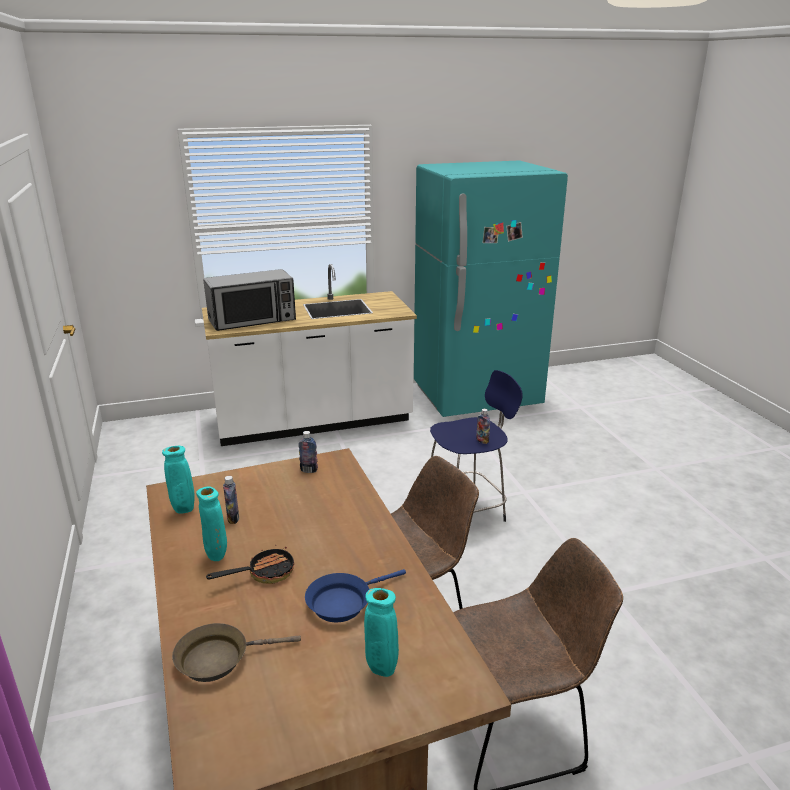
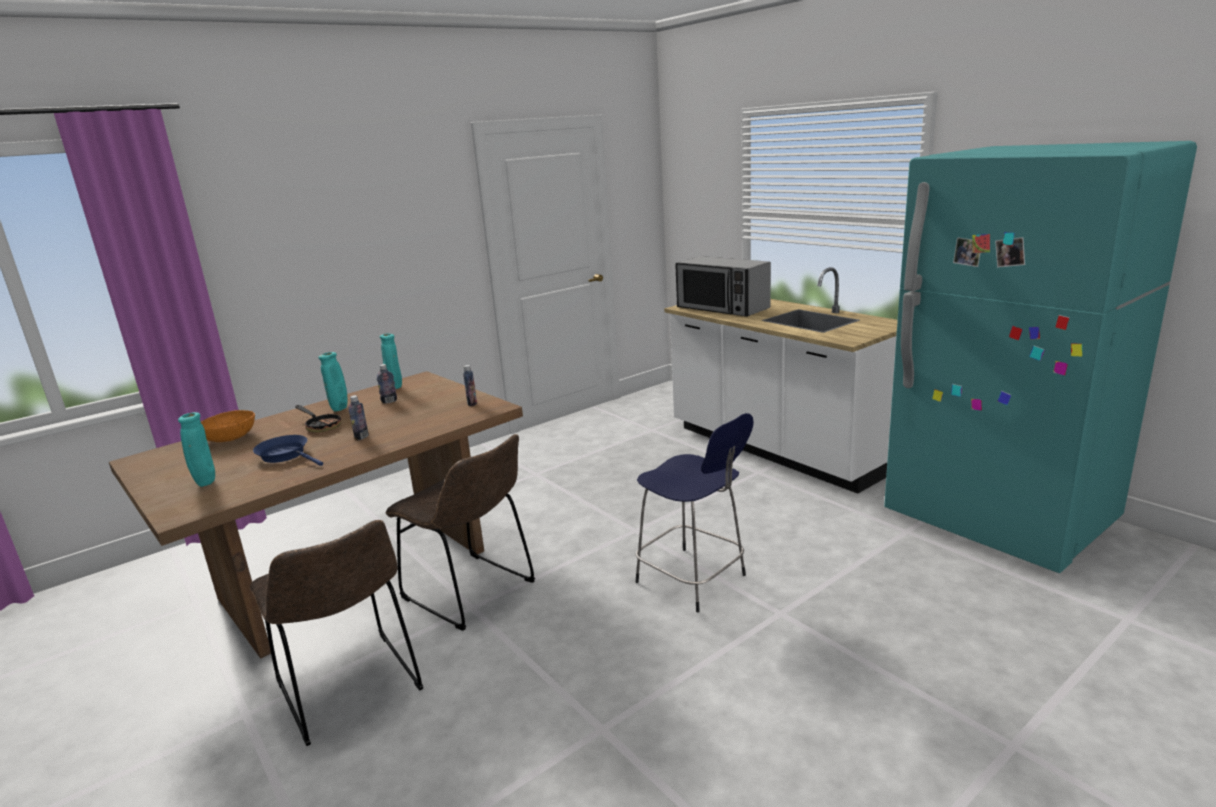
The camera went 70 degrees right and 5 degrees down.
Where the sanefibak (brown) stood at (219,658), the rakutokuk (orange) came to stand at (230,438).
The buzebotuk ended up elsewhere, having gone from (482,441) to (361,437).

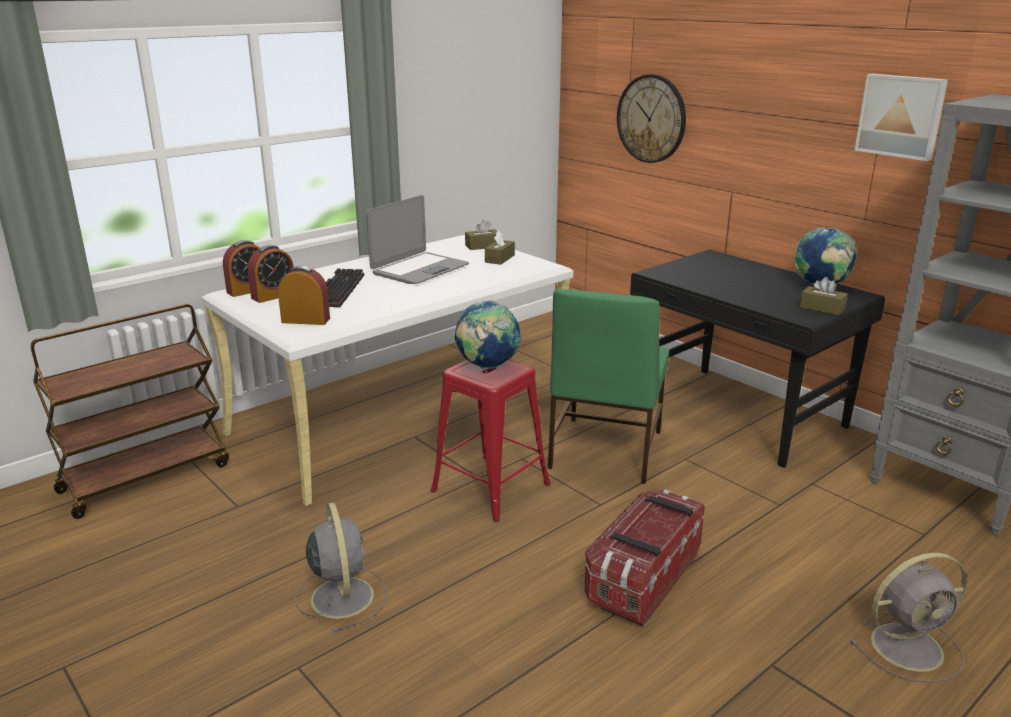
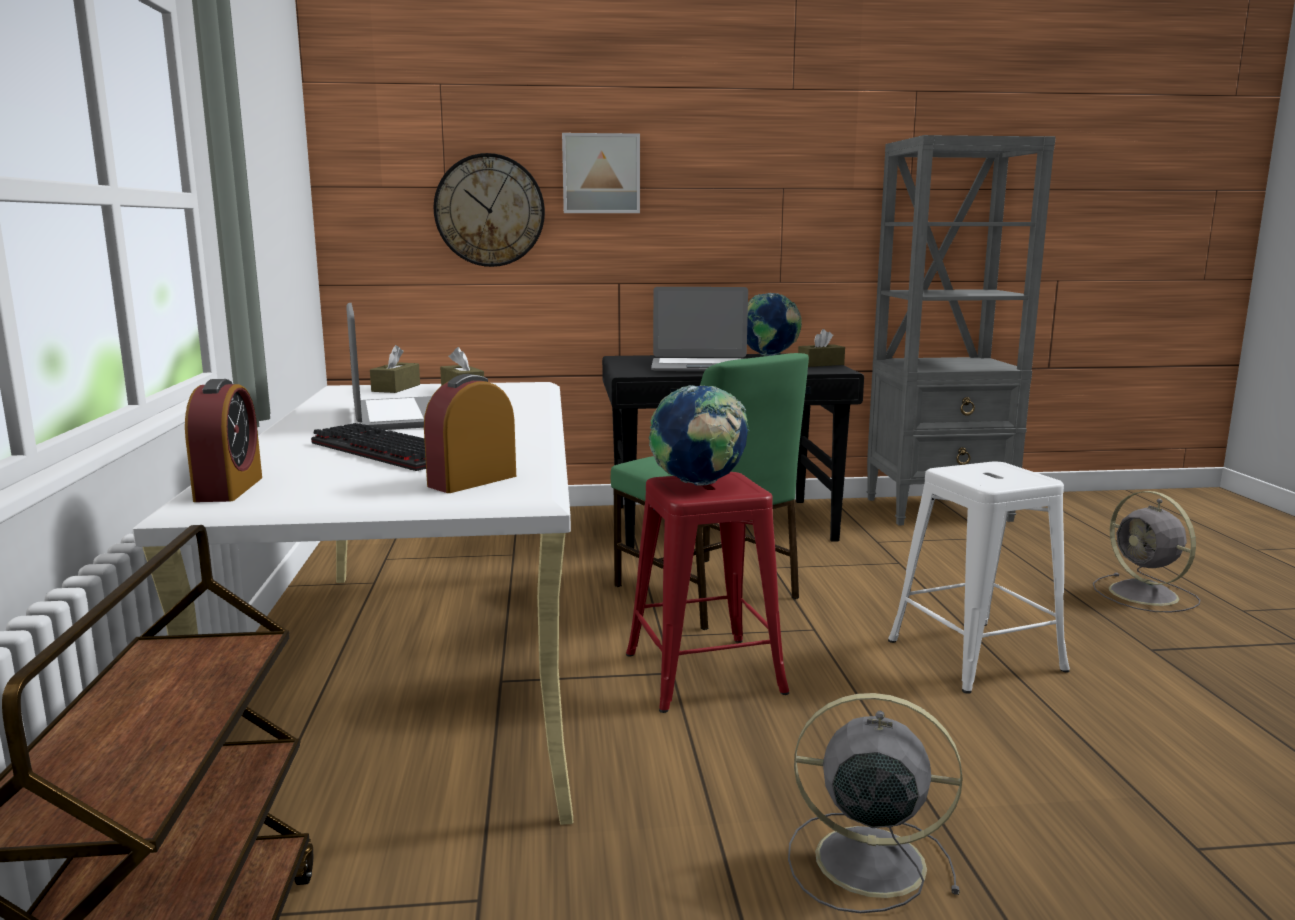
The camera went 55 degrees left and 10 degrees down.
The second view lost the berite at (274,295).
Where the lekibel stood at (643,578), the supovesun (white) came to stand at (975,655).
The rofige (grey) at (909,646) ended up facing another way, 135 degrees clockwise from before.
The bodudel ended up elsewhere, having gone from (901,116) to (601,174).
The second view gained the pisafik at (700,367).

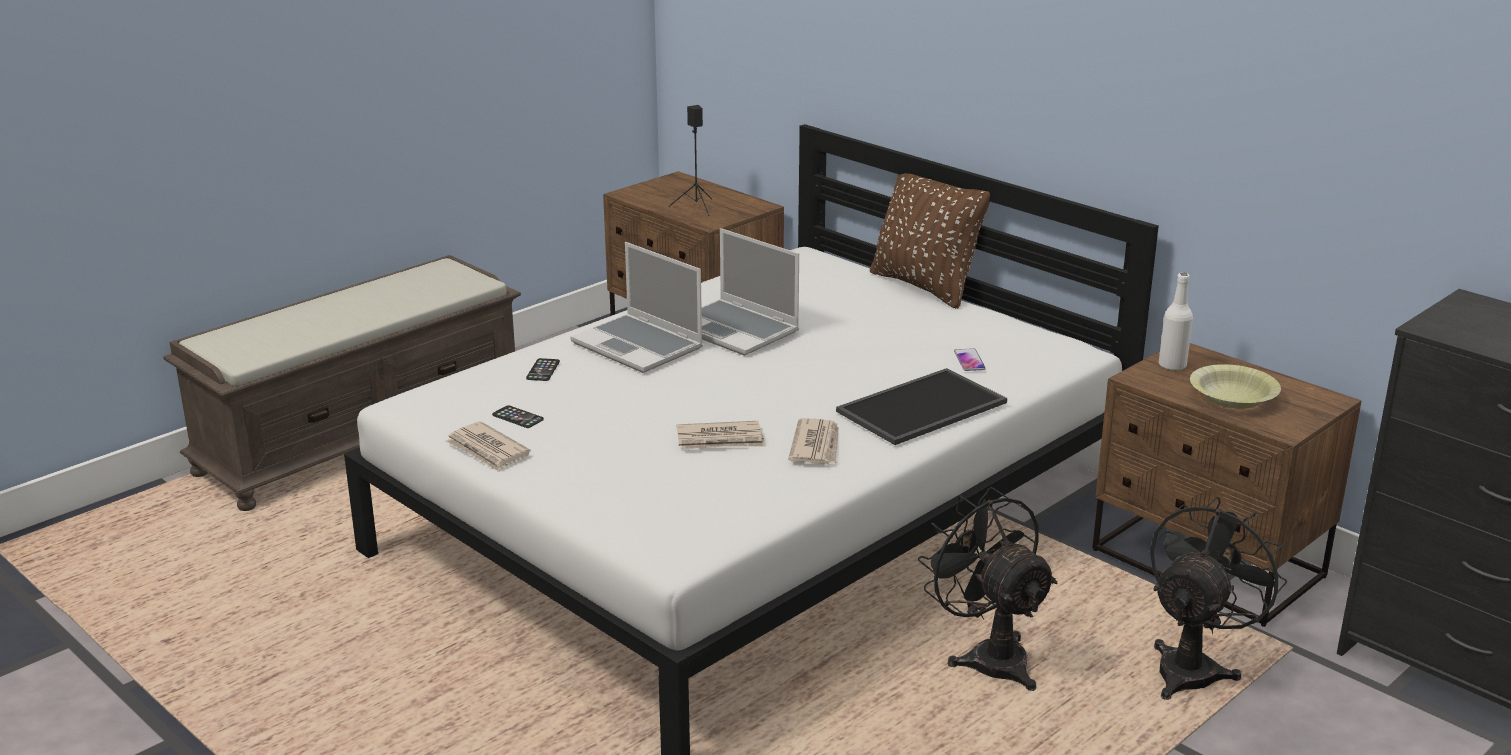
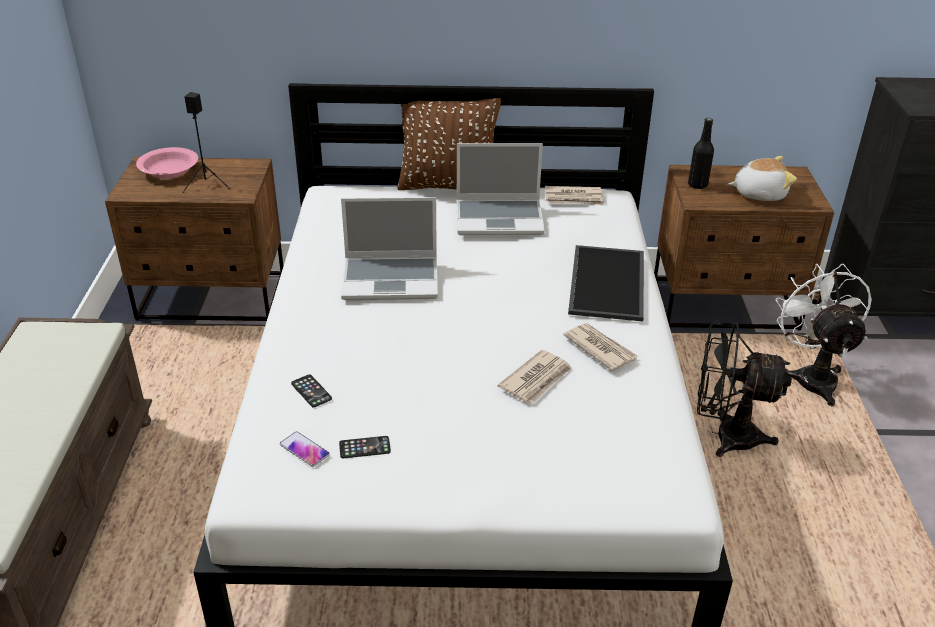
The camera went 45 degrees left and 10 degrees up.
The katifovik ended up elsewhere, having gone from (487,450) to (574,198).
The pisafik ended up elsewhere, having gone from (639,346) to (500,218).
The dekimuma ended up elsewhere, having gone from (969,360) to (304,450).
What was the rofige (black) at (1193,667) turned into the rofige (white) at (812,376).
What was the buzebotuk (white) at (1172,366) turned into the buzebotuk (black) at (697,185).
Where the rakutokuk (yellow) stood at (1232,398), the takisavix came to stand at (759,193).
The second view gained the rakutokuk (pink) at (169,171).

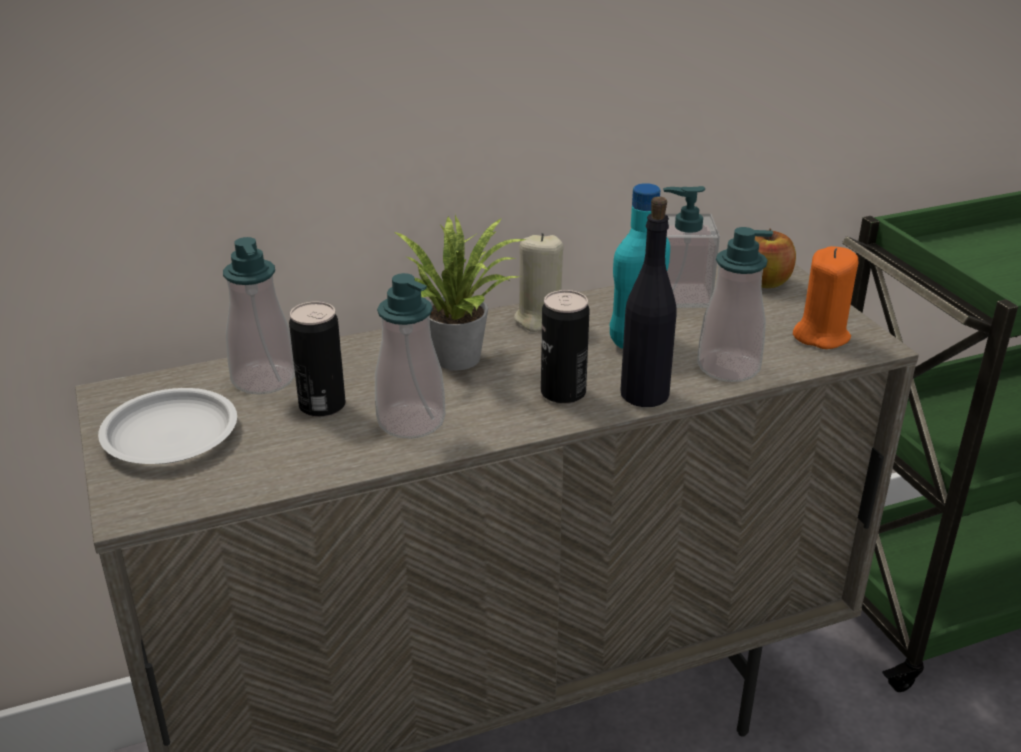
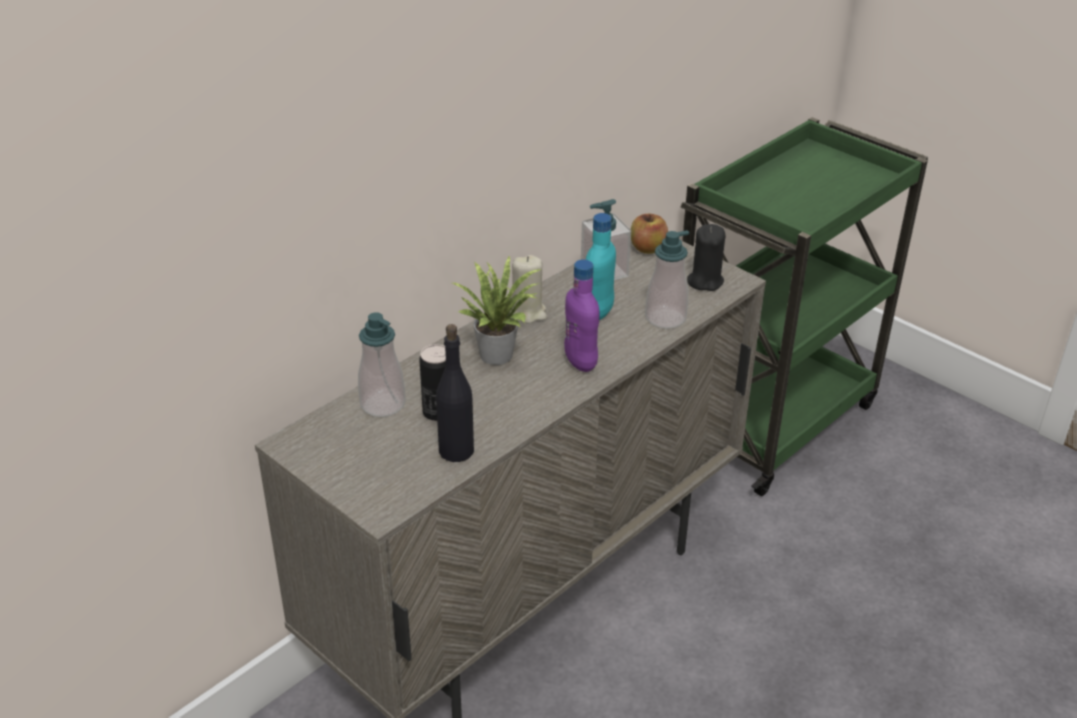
The camera went 25 degrees left and 5 degrees up.
The second view lost the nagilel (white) at (170,434).
The second view lost the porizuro at (411,421).
Where the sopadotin stood at (563,393), the buzebotuk (purple) came to stand at (580,362).
The buzebotuk (black) ended up elsewhere, having gone from (644,394) to (456,450).
What was the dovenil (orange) at (821,335) turned into the dovenil (black) at (705,281).

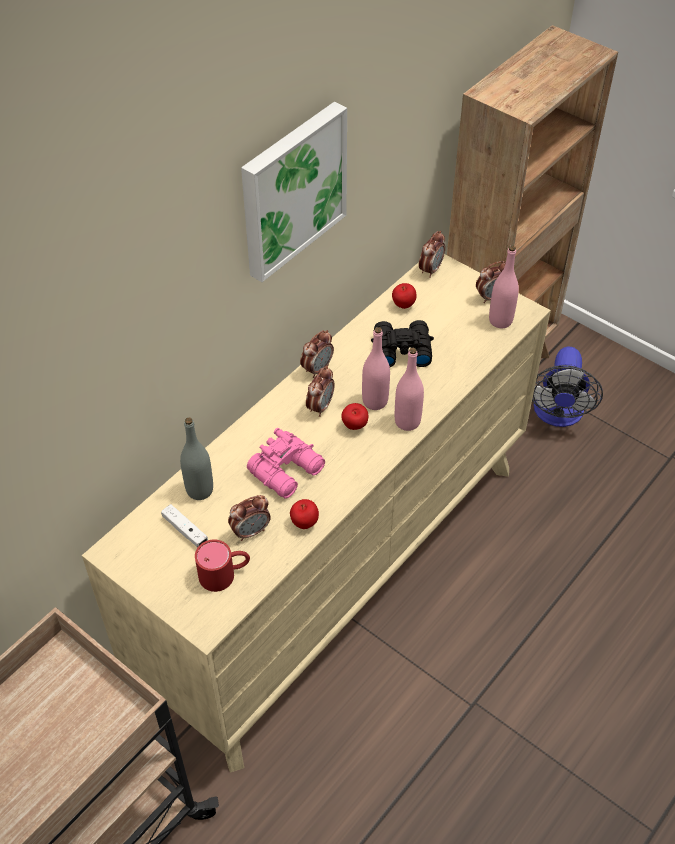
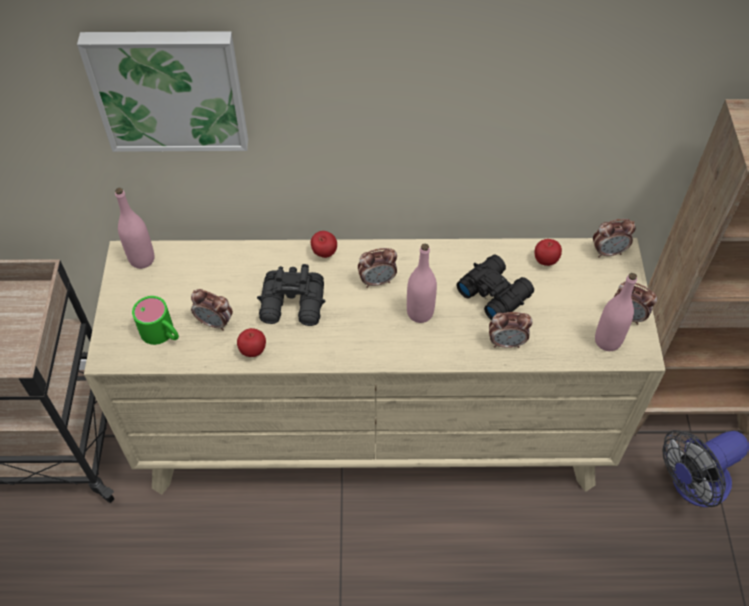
The camera went 50 degrees right and 5 degrees up.
The second view lost the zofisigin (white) at (185,530).
The second view lost the buzebotuk (grey) at (199,490).
What was the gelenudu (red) at (225,574) turned into the gelenudu (green) at (162,334).
The bodudel ended up elsewhere, having gone from (291,189) to (169,88).
What was the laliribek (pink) at (288,471) turned into the laliribek (black) at (294,305).
The berite ended up elsewhere, having gone from (317,369) to (506,343).
The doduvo ended up elsewhere, having gone from (354,426) to (324,253).
The buzebotuk (pink) ended up elsewhere, having gone from (407,421) to (142,259).

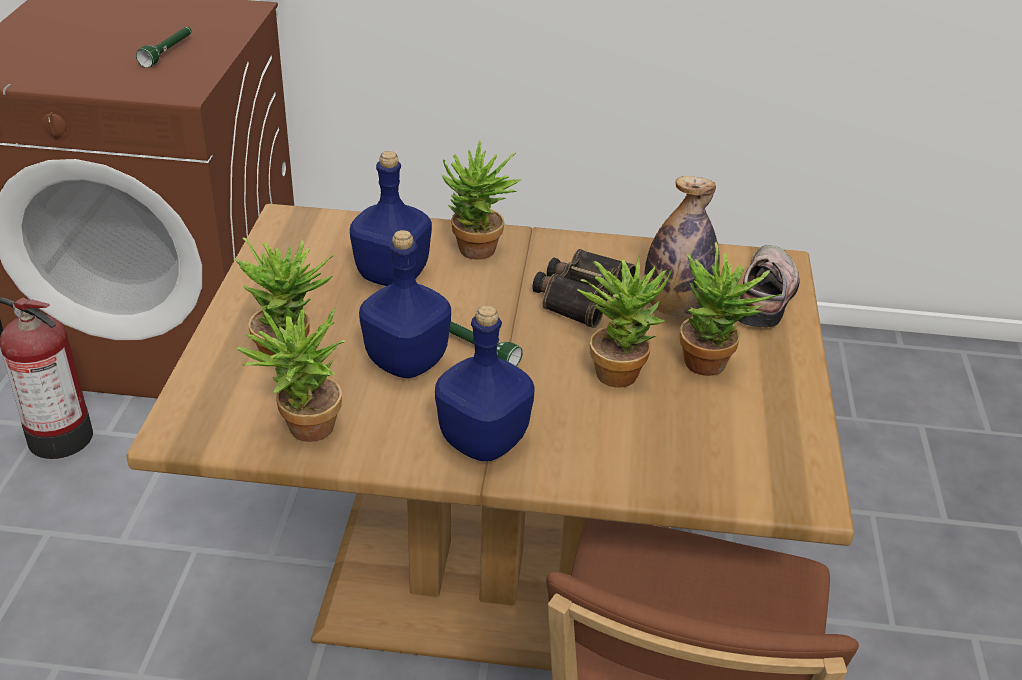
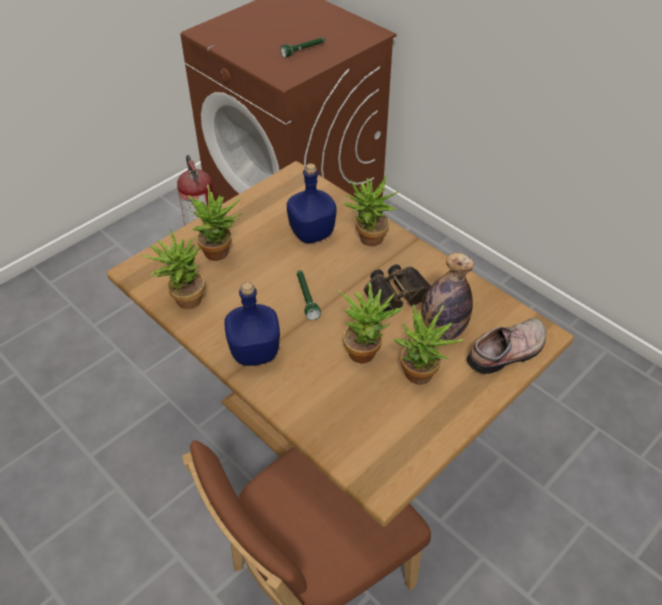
The camera went 40 degrees right and 10 degrees up.
The second view lost the buzebotuk (blue) at (407,360).

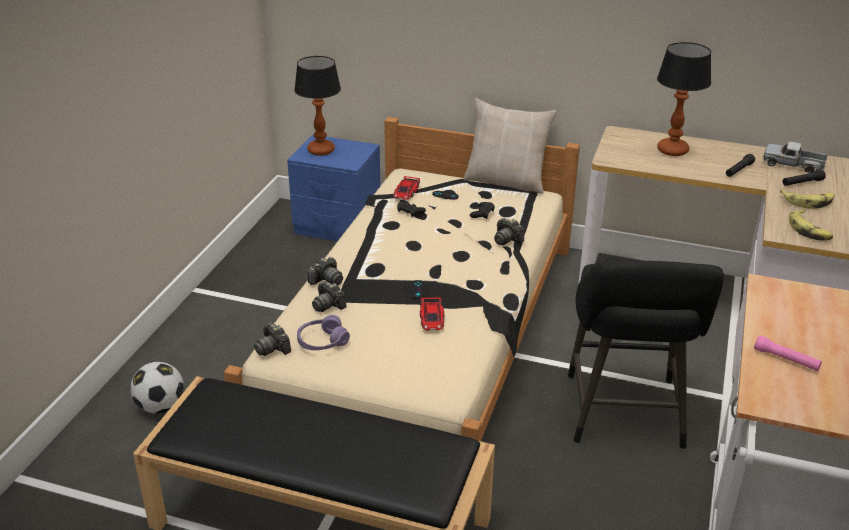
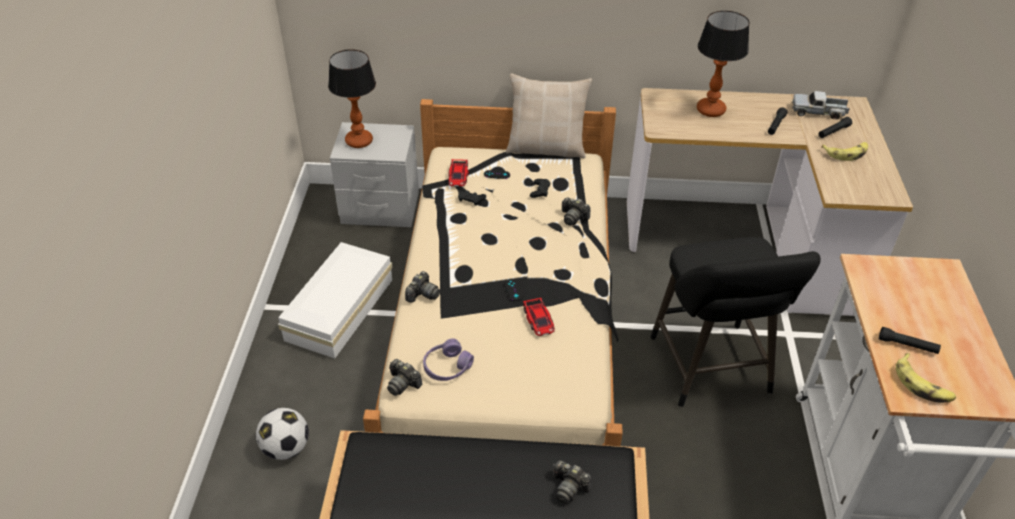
The camera went 15 degrees left and 10 degrees up.
What was the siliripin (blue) at (338,226) turned into the siliripin (grey) at (380,208).
The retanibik ended up elsewhere, having gone from (328,305) to (569,487).
What was the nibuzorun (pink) at (786,360) turned into the nibuzorun (black) at (907,345).
The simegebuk ended up elsewhere, having gone from (809,230) to (922,385).
The second view gained the lekibel (white) at (337,310).

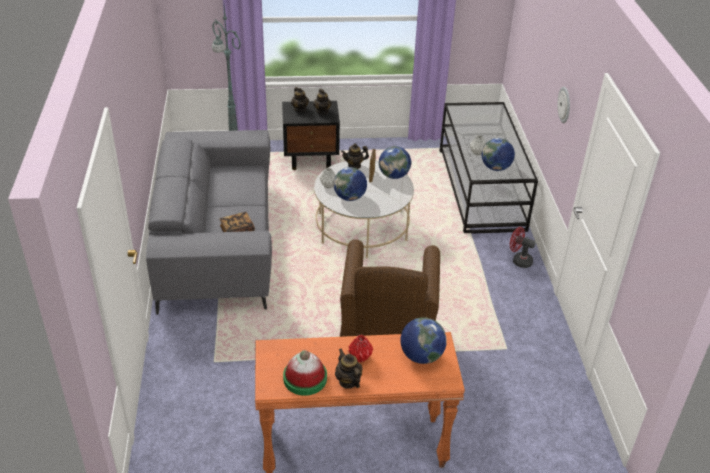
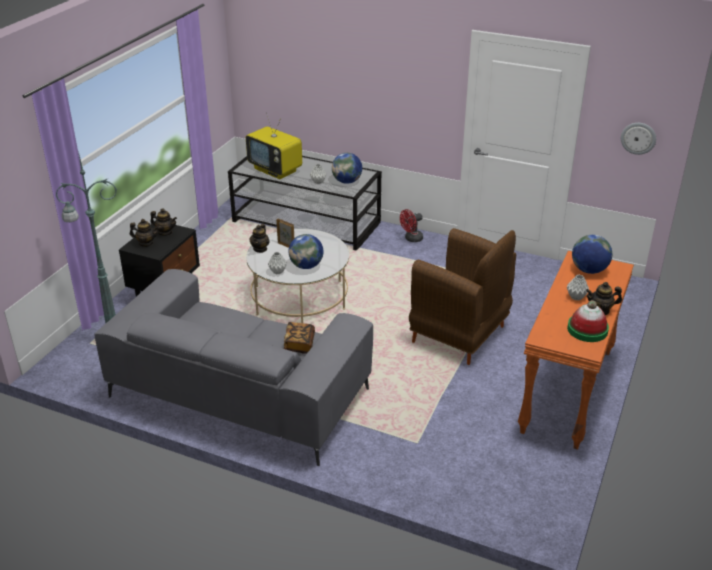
The camera went 60 degrees left and 5 degrees down.
What was the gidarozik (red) at (359,357) turned into the gidarozik (grey) at (576,297).
The second view lost the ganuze at (394,175).
The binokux ended up elsewhere, having gone from (565,104) to (638,138).
The second view gained the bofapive at (276,170).

